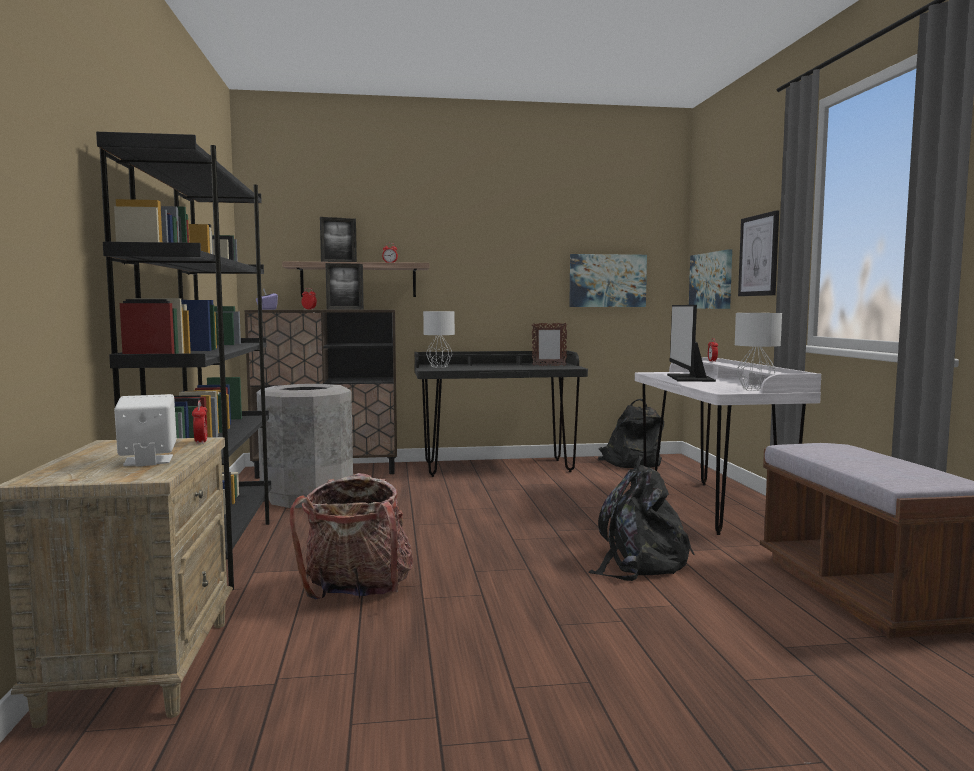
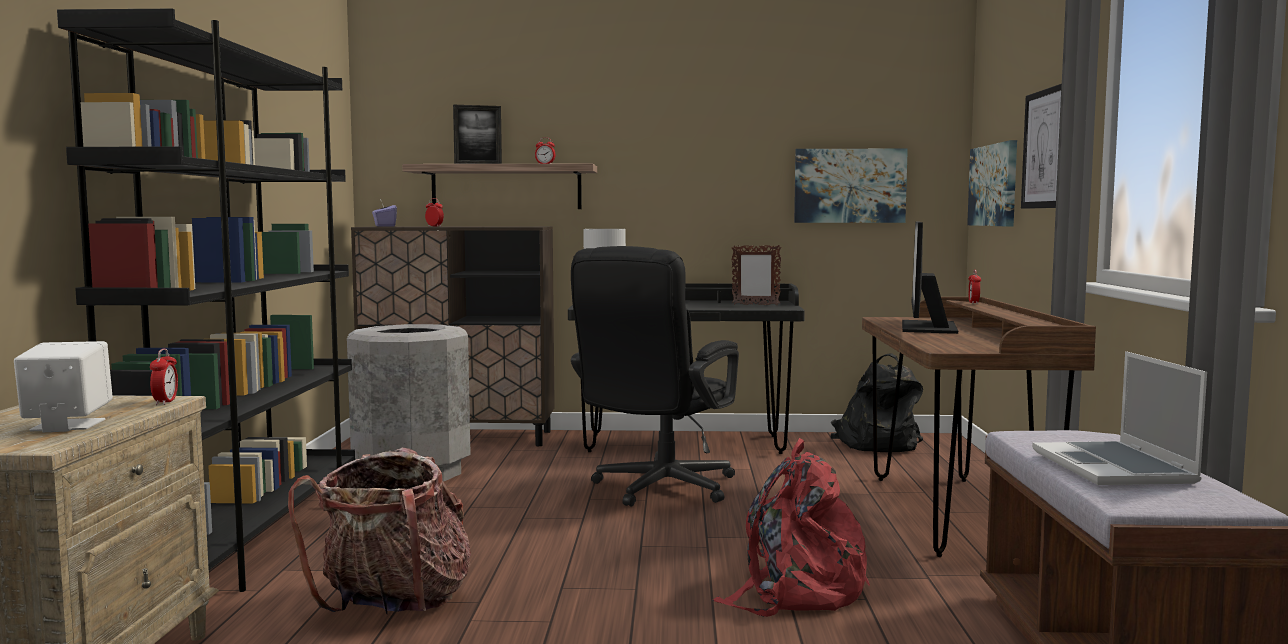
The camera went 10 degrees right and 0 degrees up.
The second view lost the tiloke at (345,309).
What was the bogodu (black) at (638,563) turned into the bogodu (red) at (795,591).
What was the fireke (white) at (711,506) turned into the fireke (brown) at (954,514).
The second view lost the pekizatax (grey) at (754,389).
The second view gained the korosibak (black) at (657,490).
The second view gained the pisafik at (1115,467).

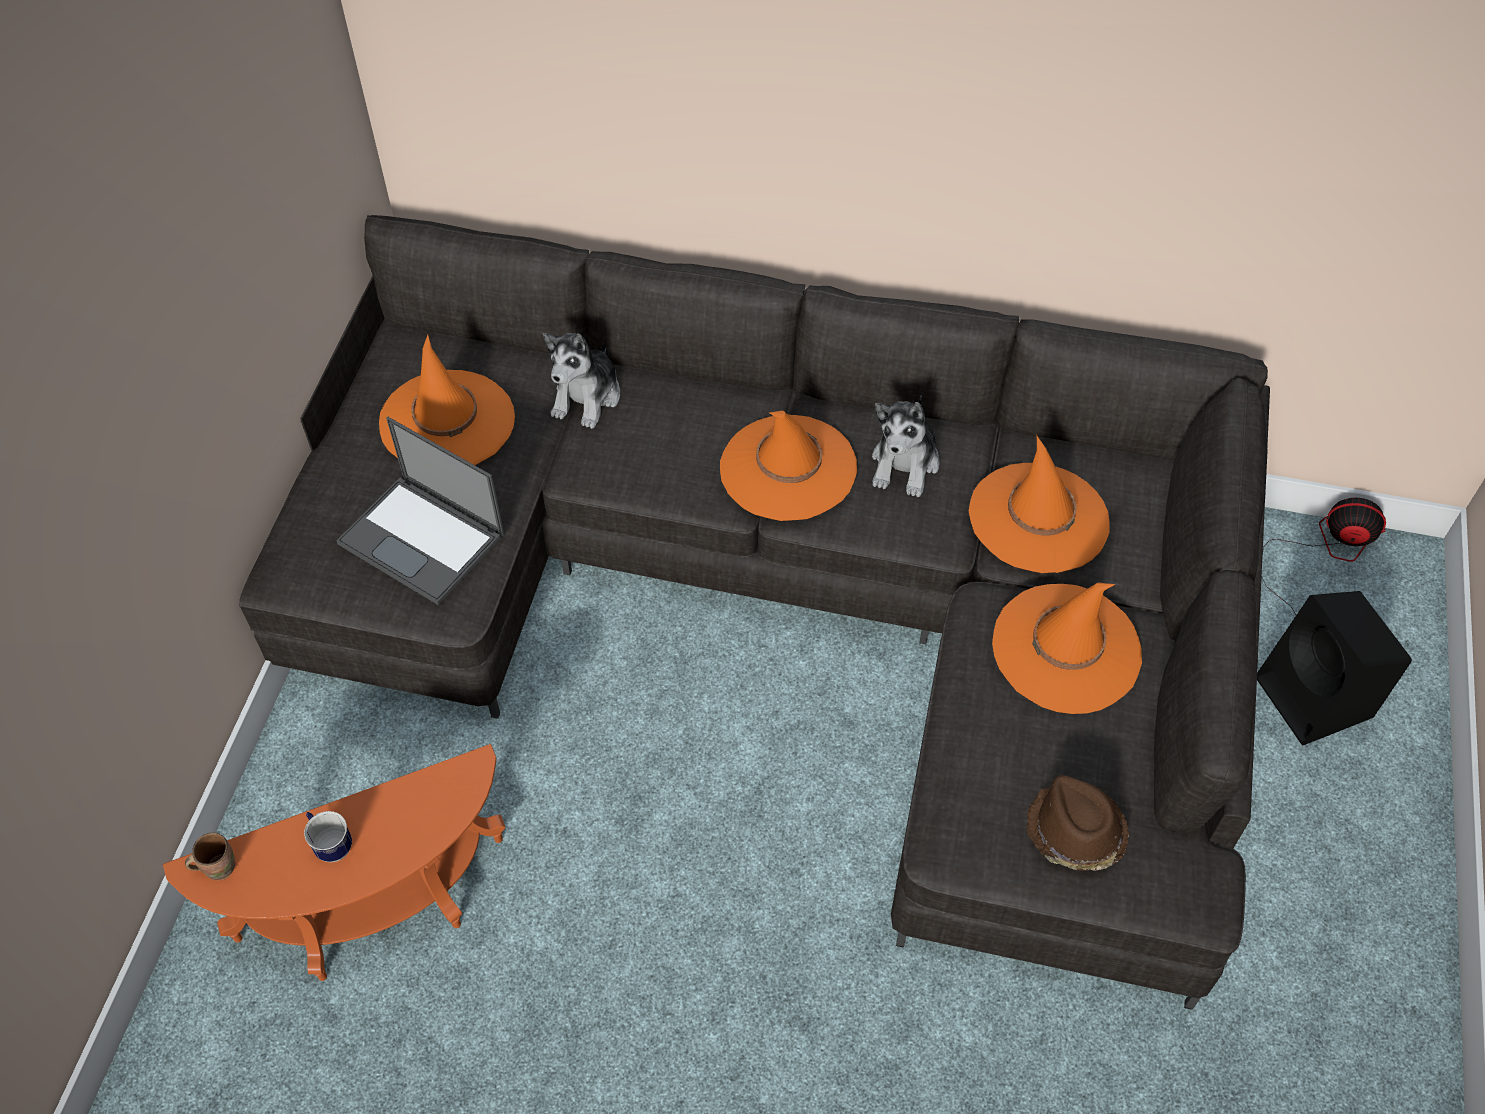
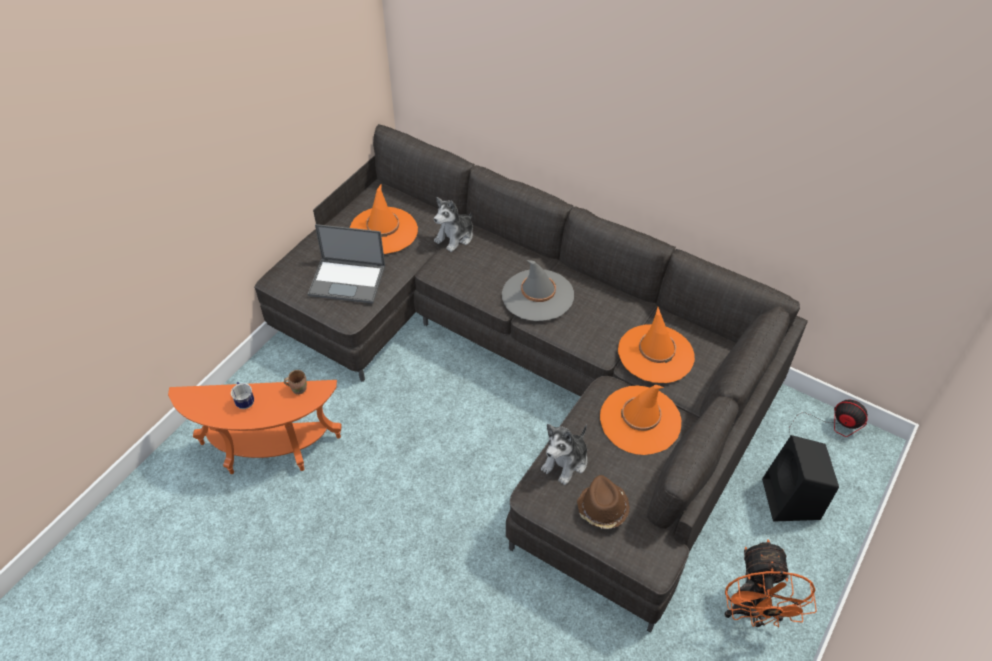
The camera went 20 degrees right and 5 degrees down.
The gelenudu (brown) ended up elsewhere, having gone from (218,866) to (298,388).
The pisafik at (424,539) ended up facing another way, 45 degrees counterclockwise from before.
What was the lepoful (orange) at (788,468) turned into the lepoful (grey) at (537,295).
The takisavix ended up elsewhere, having gone from (905,464) to (566,462).
The second view gained the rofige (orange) at (752,612).

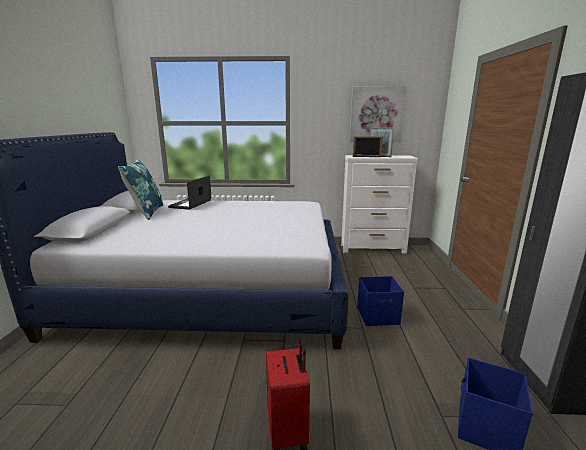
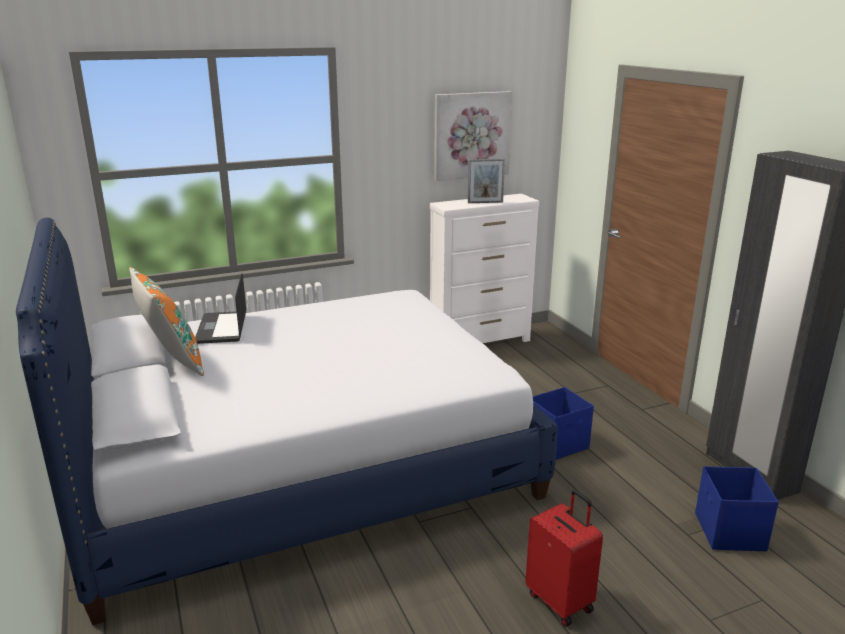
The camera went 25 degrees left and 5 degrees up.
What was the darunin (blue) at (146,212) turned into the darunin (orange) at (172,361).
The second view lost the tiloke at (366,157).

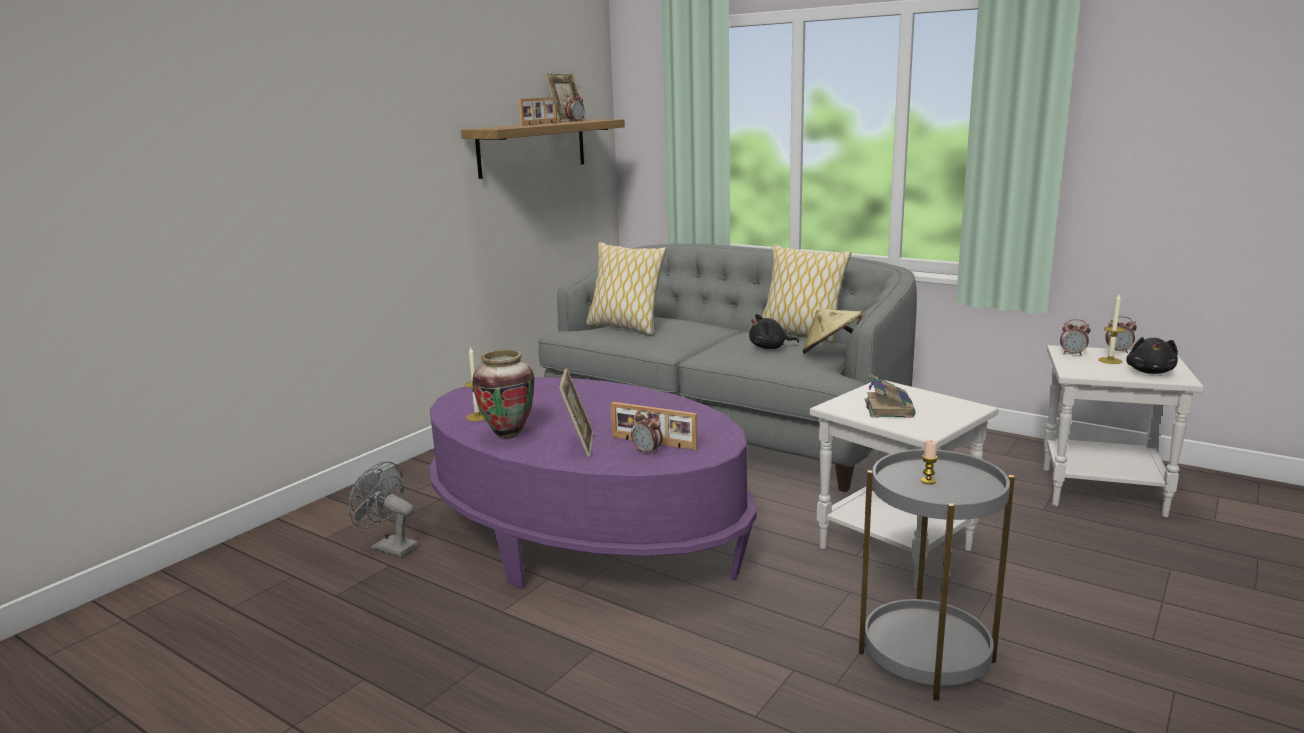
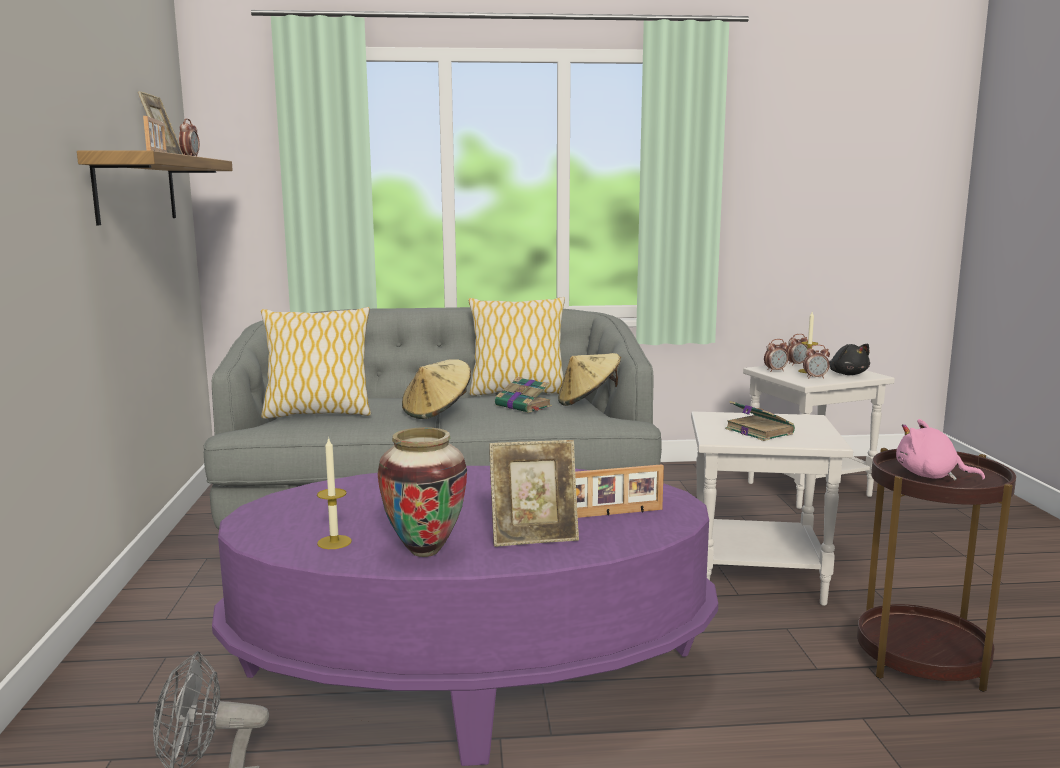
The camera went 40 degrees left and 5 degrees down.
The tiloke at (579,445) ended up facing another way, 120 degrees clockwise from before.
The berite ended up elsewhere, having gone from (647,452) to (815,378).
Where the takisavix (black) stood at (770,348), the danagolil came to stand at (524,406).
What was the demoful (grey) at (926,657) turned into the demoful (brown) at (921,658).
Where the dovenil stood at (928,481), the takisavix (pink) came to stand at (930,476).
The second view gained the lepoful (beige) at (437,412).

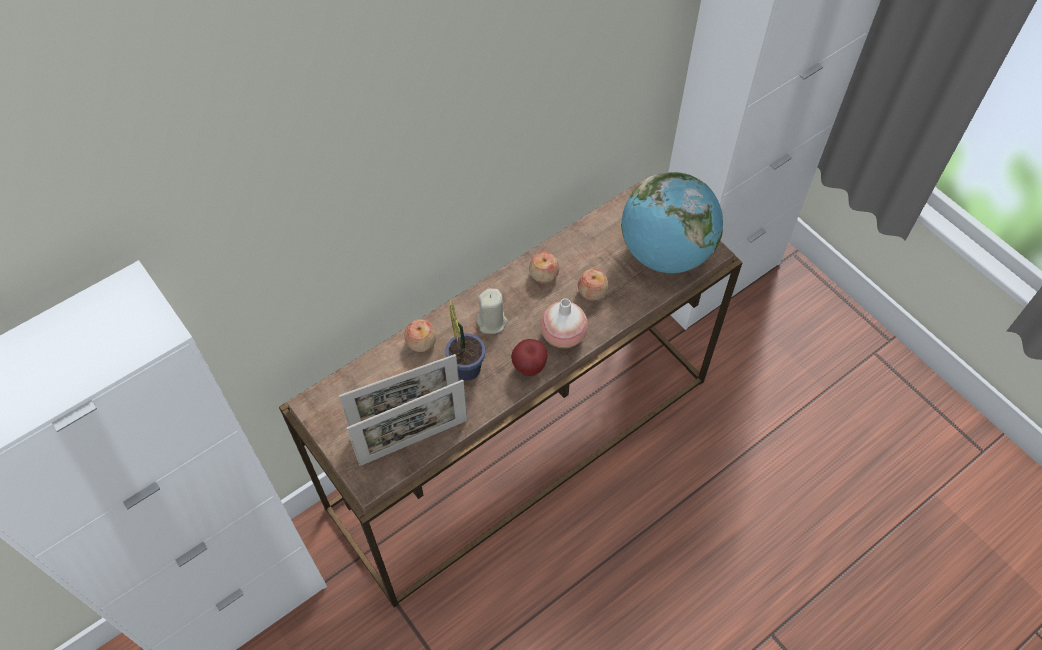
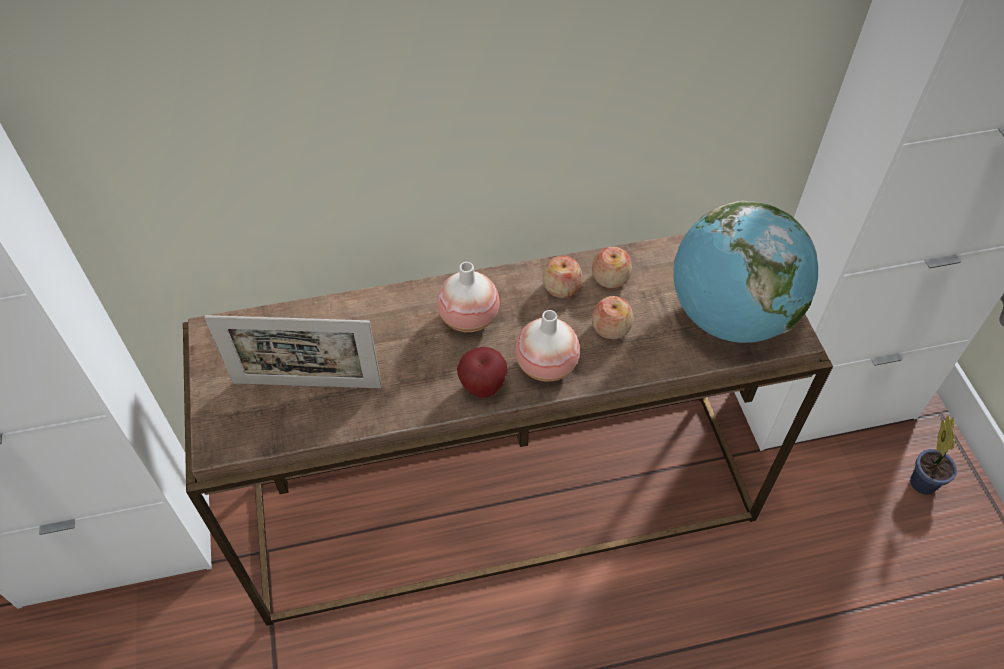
The camera went 25 degrees right and 5 degrees down.
The second view lost the tiloke at (414,442).
The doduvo ended up elsewhere, having gone from (421,342) to (610,278).
The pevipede ended up elsewhere, having gone from (466,366) to (922,480).
Where the dovenil (beige) stood at (492,322), the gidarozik came to stand at (469,318).

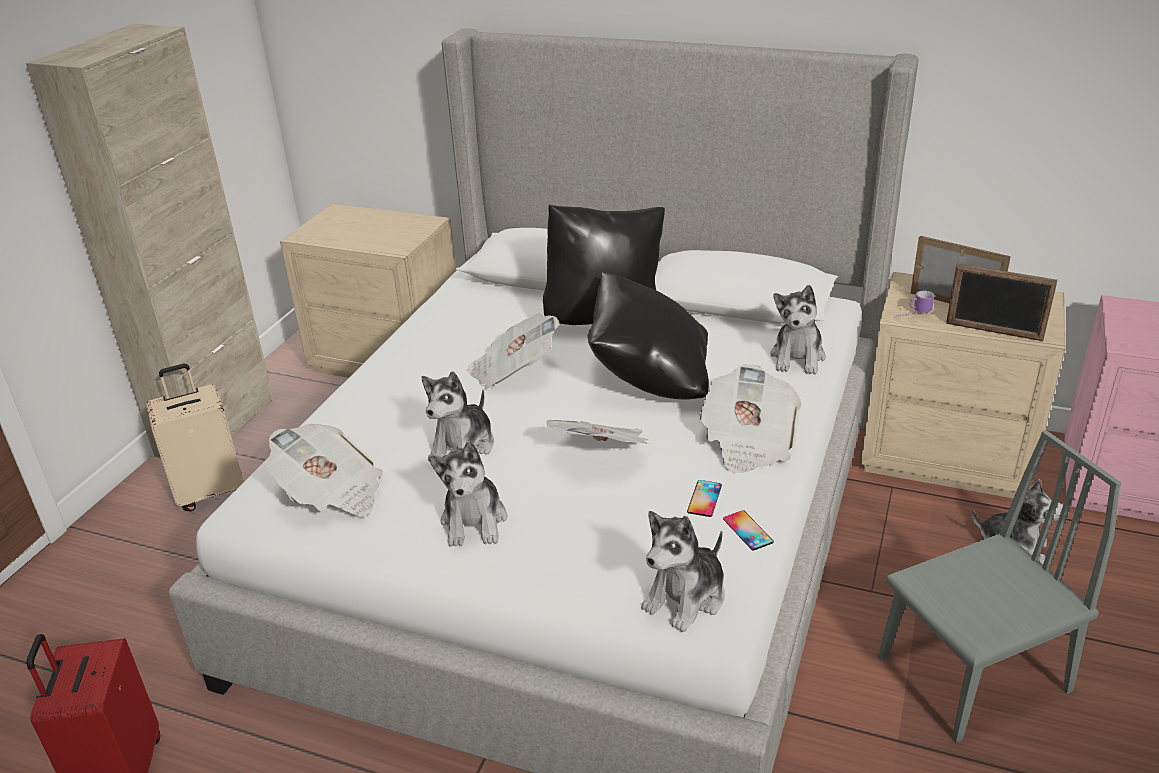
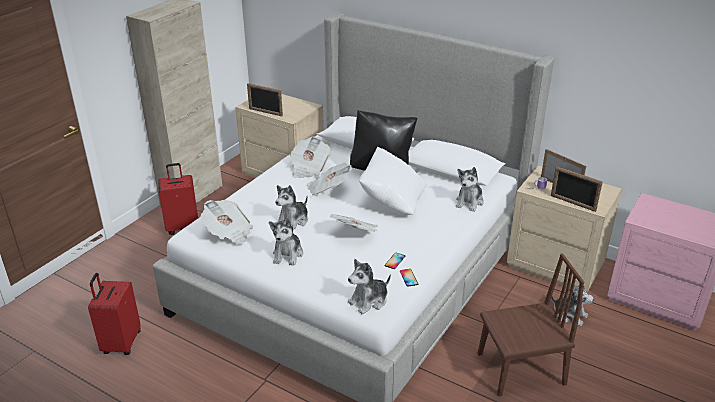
The camera went 10 degrees right and 0 degrees up.
What was the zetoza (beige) at (211,491) turned into the zetoza (red) at (183,227).
What was the darunin (black) at (650,379) turned into the darunin (white) at (392,202).
The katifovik ended up elsewhere, having gone from (748,443) to (308,168).
What was the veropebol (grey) at (972,674) turned into the veropebol (brown) at (520,369).
The second view gained the tiloke at (265,112).

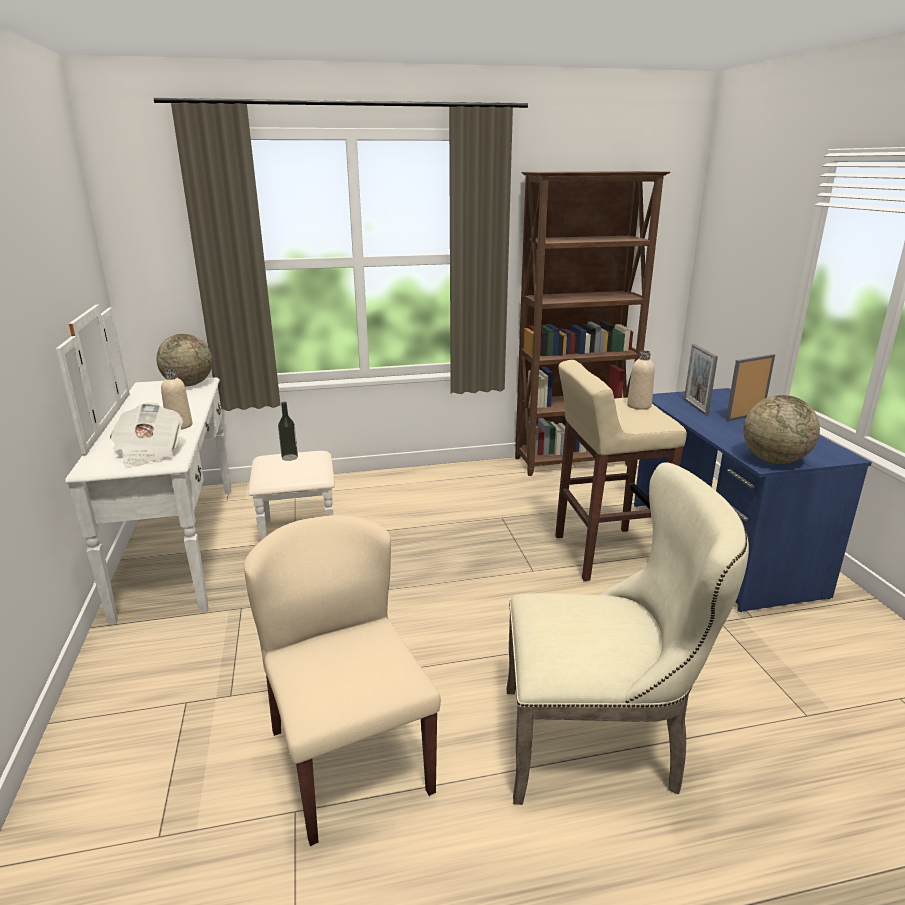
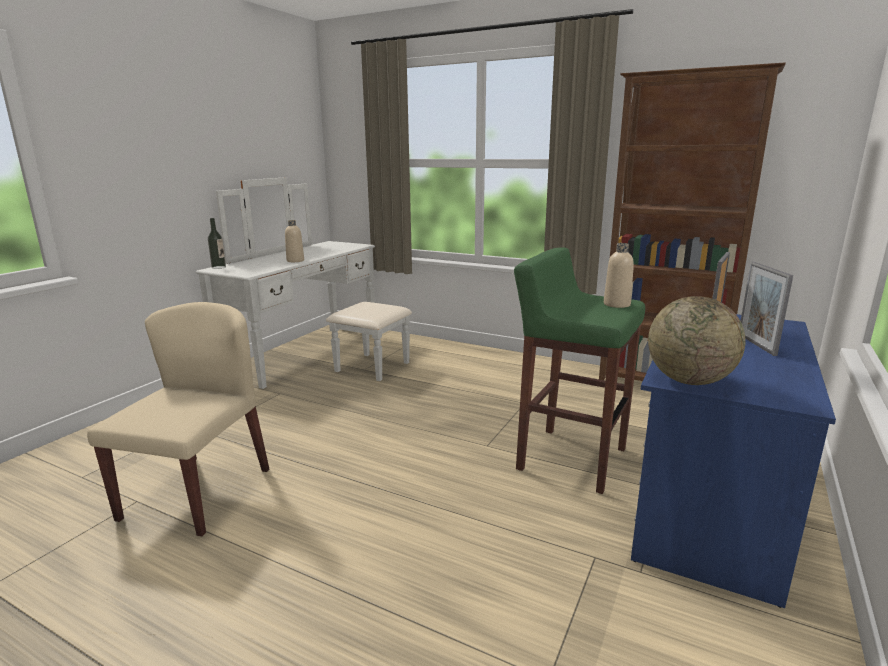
The camera went 40 degrees right and 5 degrees down.
The second view lost the katifovik at (149,452).
The second view lost the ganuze at (188,384).
The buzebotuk ended up elsewhere, having gone from (289,457) to (218,267).
The second view lost the veropebol (beige) at (600,742).
What was the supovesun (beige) at (604,554) turned into the supovesun (green) at (570,458).
The tiloke at (744,416) ended up facing another way, 105 degrees counterclockwise from before.

